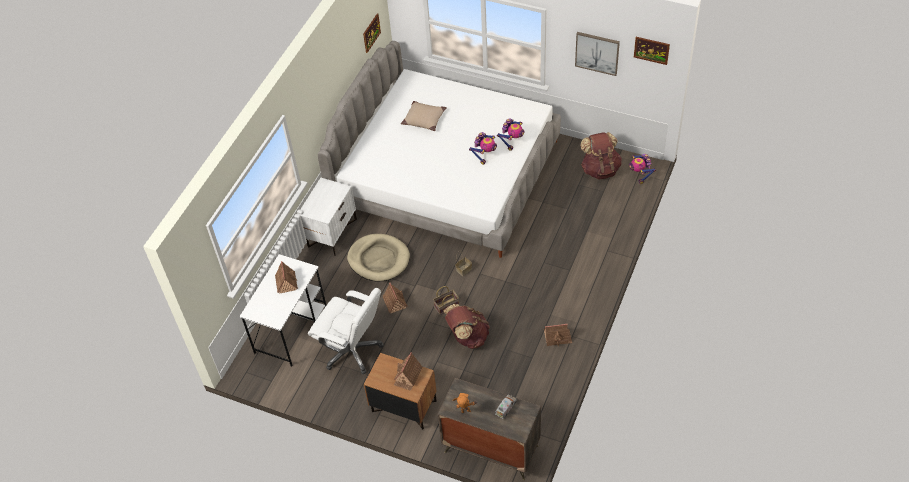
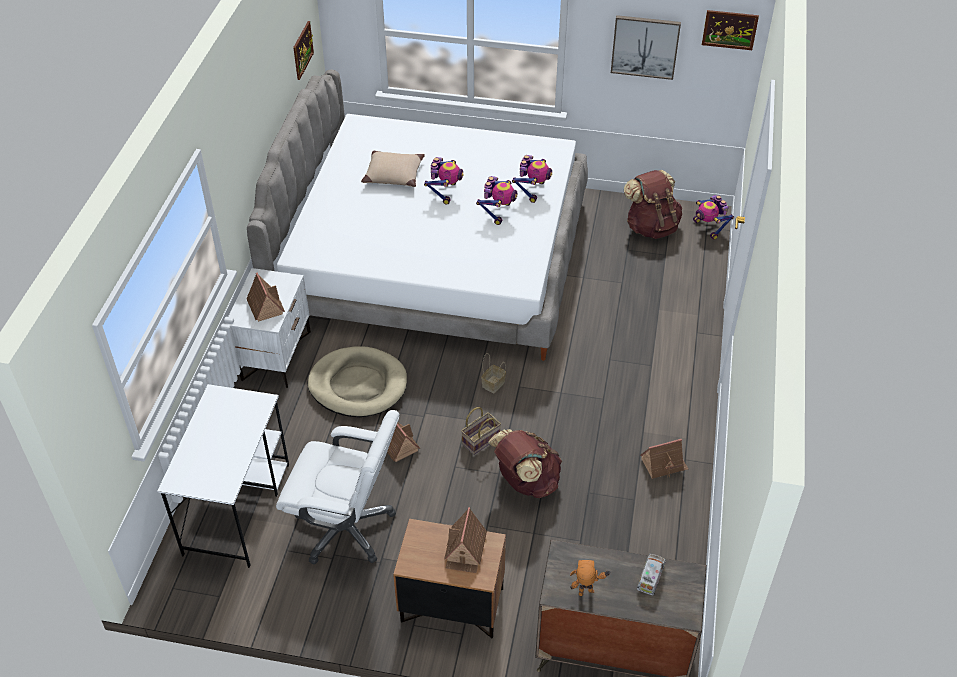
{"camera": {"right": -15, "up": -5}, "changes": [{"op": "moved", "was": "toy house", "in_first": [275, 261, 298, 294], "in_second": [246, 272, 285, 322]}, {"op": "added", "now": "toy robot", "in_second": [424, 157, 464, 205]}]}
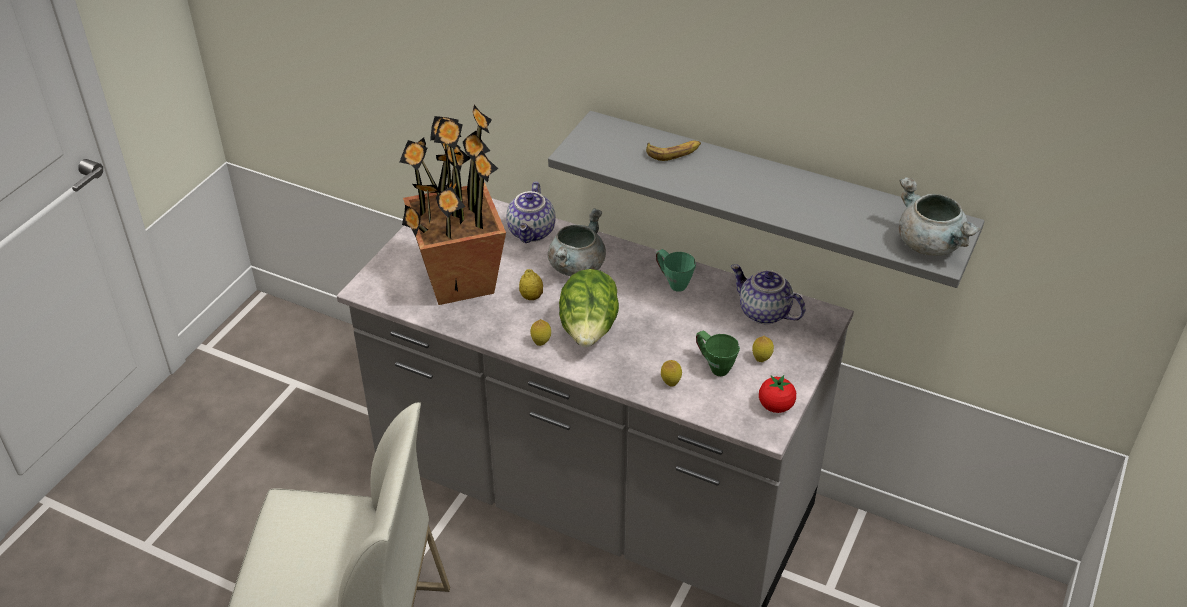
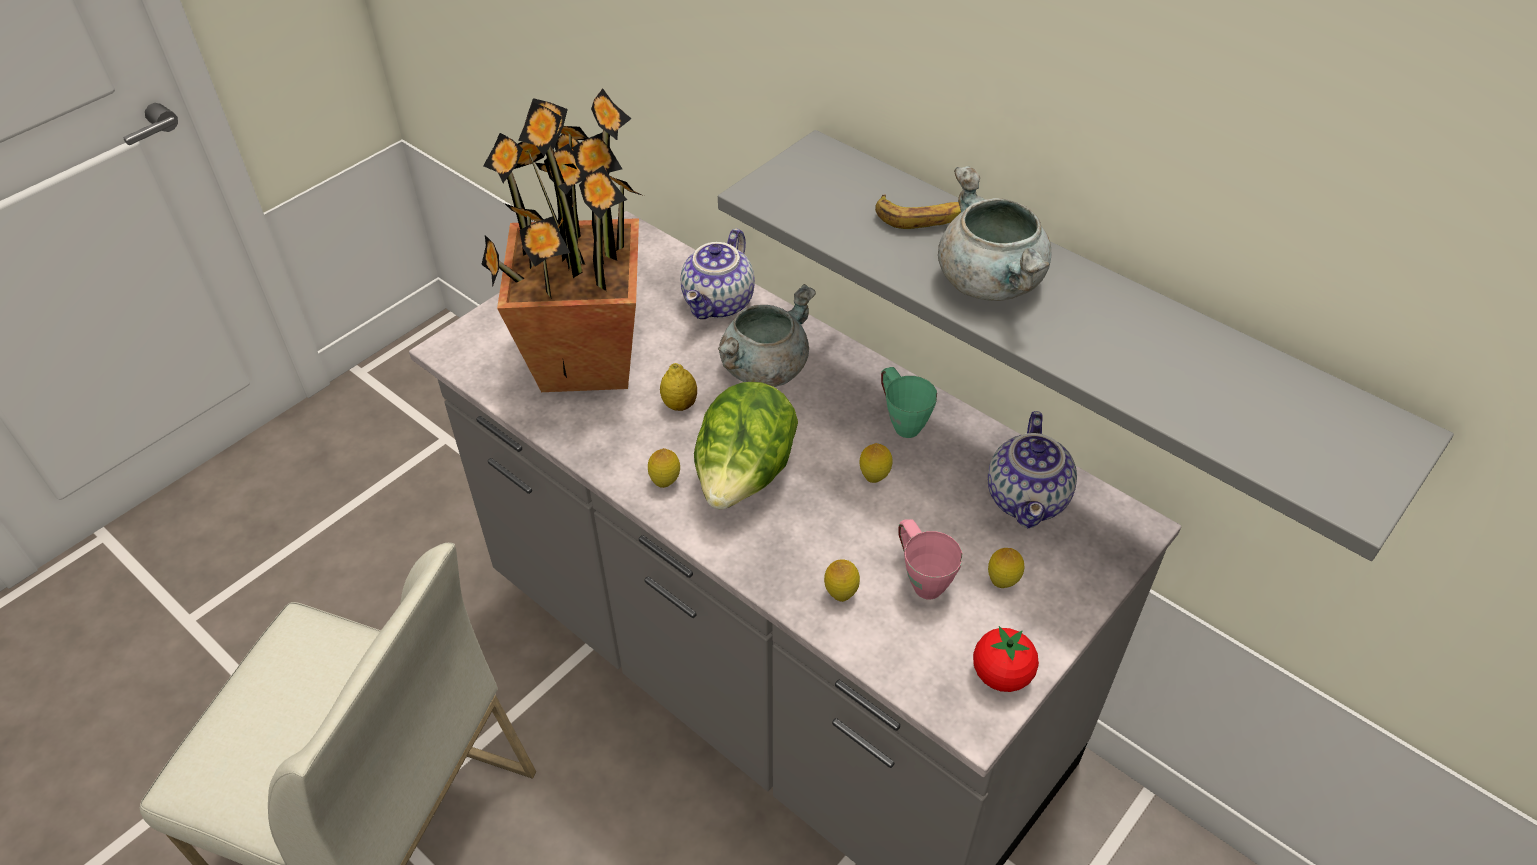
{"camera": {"right": 15, "up": 5}, "changes": [{"op": "recoloured", "was": "green mug", "now": "pink mug", "in_first": [696, 331, 740, 376], "in_second": [899, 519, 962, 599]}, {"op": "turned", "was": "teapot", "in_first": [731, 264, 805, 324], "in_second": [988, 411, 1077, 528], "clockwise": -135}, {"op": "moved", "was": "grey cooking pot", "in_first": [899, 177, 980, 256], "in_second": [938, 166, 1051, 301]}, {"op": "added", "now": "lemon", "in_second": [860, 443, 892, 483]}]}
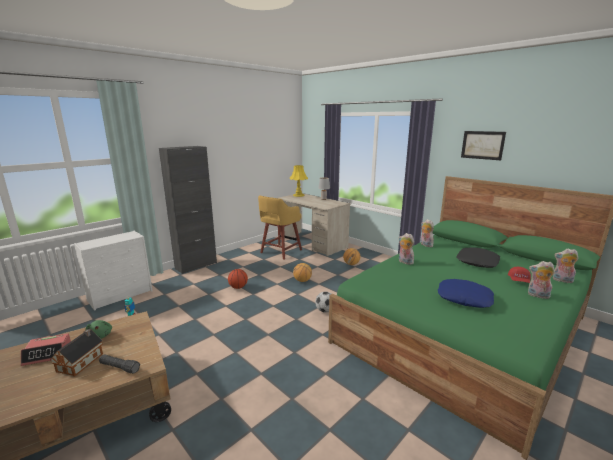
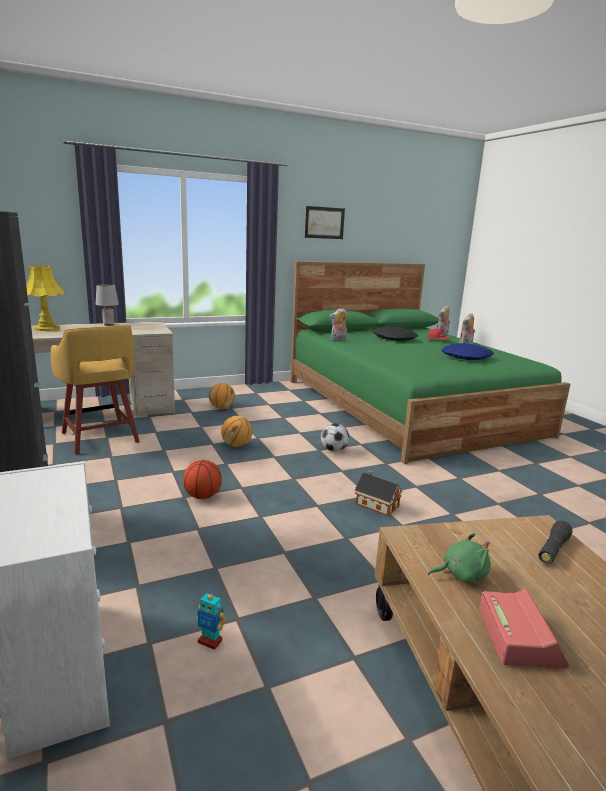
{"camera": {"right": -70, "up": 0}, "changes": [{"op": "moved", "was": "toy house", "in_first": [50, 329, 103, 376], "in_second": [355, 470, 403, 516]}, {"op": "removed", "was": "plush toy", "in_first": [398, 233, 414, 265]}]}
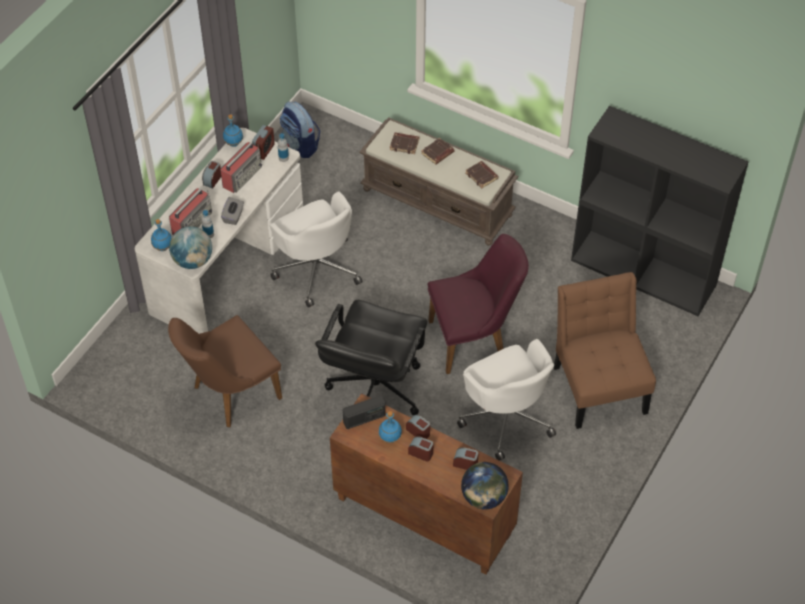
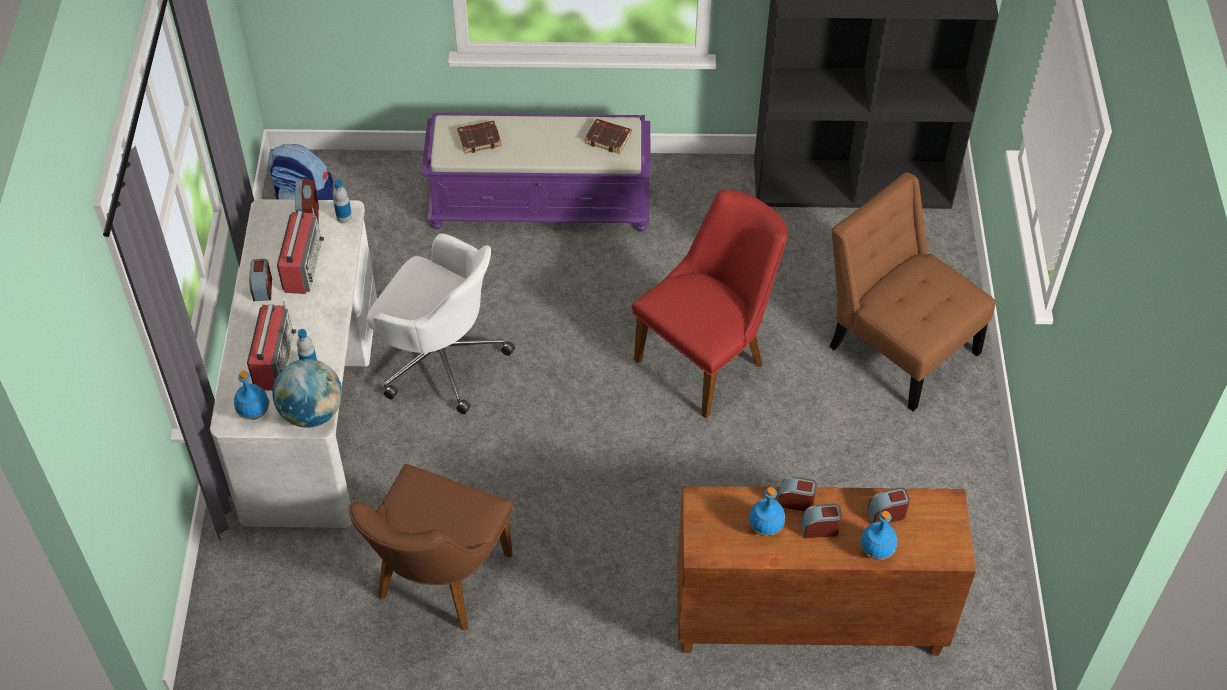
{"camera": {"right": -30, "up": 0}, "changes": [{"op": "removed", "was": "grey tissue box", "in_first": [221, 197, 244, 225]}, {"op": "moved", "was": "blue bottle", "in_first": [223, 115, 243, 147], "in_second": [860, 511, 897, 560]}, {"op": "removed", "was": "black office chair", "in_first": [315, 300, 427, 415]}, {"op": "removed", "was": "radio", "in_first": [343, 396, 385, 429]}, {"op": "recoloured", "was": "brown bench", "now": "purple bench", "in_first": [359, 117, 519, 246], "in_second": [421, 113, 651, 232]}, {"op": "removed", "was": "brown book", "in_first": [421, 138, 454, 165]}, {"op": "recoloured", "was": "purple chair", "now": "red chair", "in_first": [428, 234, 529, 374], "in_second": [632, 189, 788, 418]}, {"op": "removed", "was": "white office chair", "in_first": [457, 339, 556, 461]}, {"op": "removed", "was": "globe", "in_first": [461, 462, 509, 509]}]}
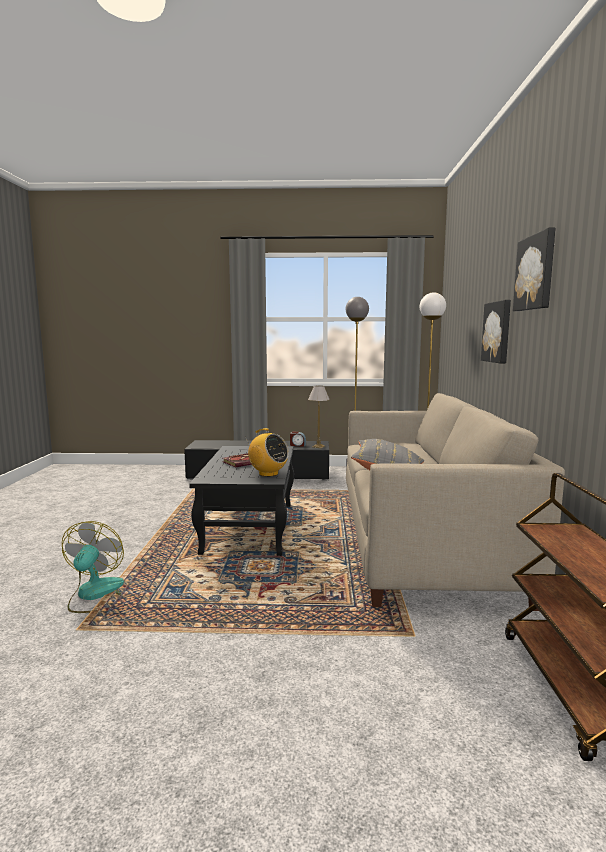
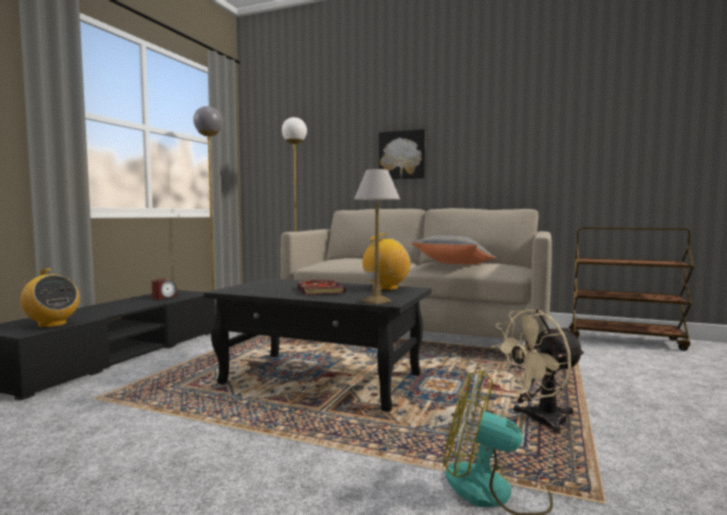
{"camera": {"right": -70, "up": -5}, "changes": [{"op": "moved", "was": "table lamp", "in_first": [308, 386, 330, 448], "in_second": [354, 169, 400, 304]}, {"op": "removed", "was": "picture", "in_first": [513, 228, 555, 311]}, {"op": "added", "now": "radio", "in_second": [20, 268, 80, 328]}, {"op": "added", "now": "beige fan", "in_second": [491, 309, 585, 434]}]}
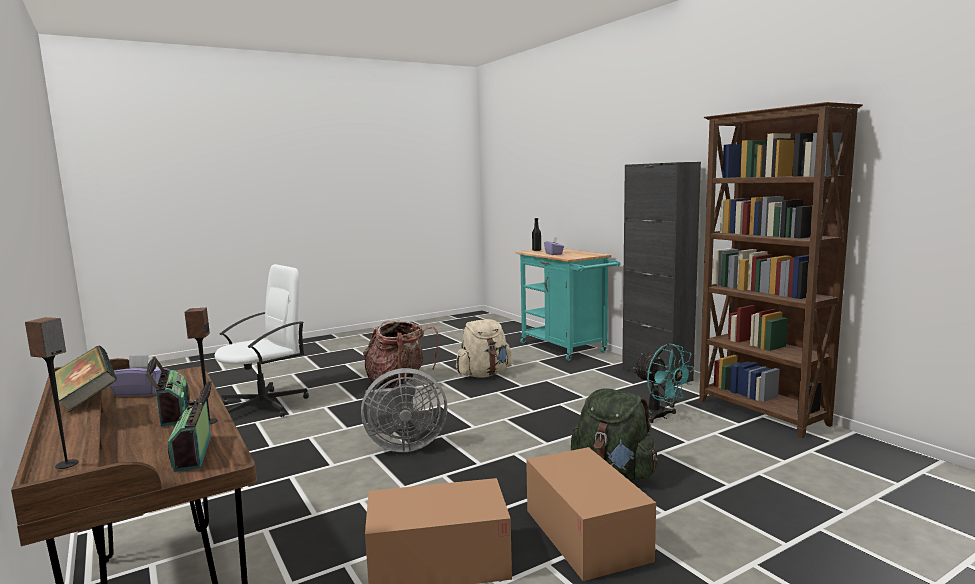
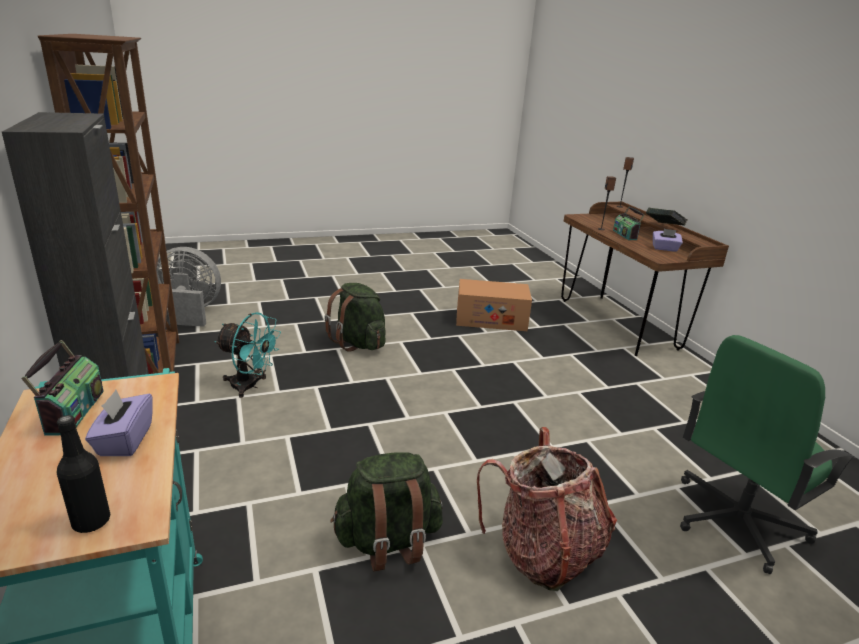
{"camera": {"right": -170, "up": 15}, "changes": [{"op": "moved", "was": "radio", "in_first": [168, 380, 212, 472], "in_second": [22, 340, 104, 435]}, {"op": "recoloured", "was": "white office chair", "now": "green office chair", "in_first": [215, 264, 309, 418], "in_second": [680, 335, 856, 574]}, {"op": "moved", "was": "grey fan", "in_first": [361, 368, 447, 452], "in_second": [156, 247, 221, 327]}, {"op": "recoloured", "was": "beige backpack", "now": "green backpack", "in_first": [456, 319, 512, 378], "in_second": [330, 452, 443, 571]}, {"op": "removed", "was": "cardboard box", "in_first": [526, 447, 656, 581]}, {"op": "turned", "was": "turquoise fan", "in_first": [633, 343, 694, 423], "in_second": [215, 312, 281, 398], "clockwise": 135}]}
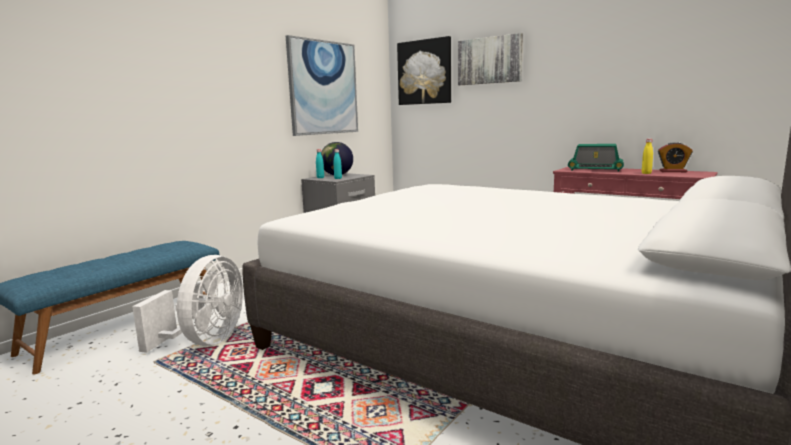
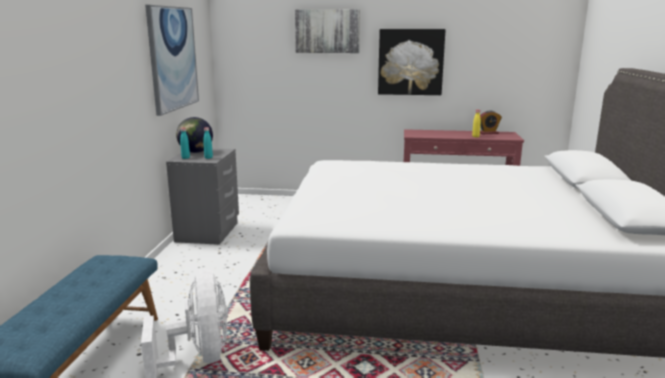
{"camera": {"right": -30, "up": 5}, "changes": [{"op": "moved", "was": "picture", "in_first": [397, 36, 451, 105], "in_second": [378, 29, 445, 95]}, {"op": "removed", "was": "radio", "in_first": [568, 144, 624, 172]}]}
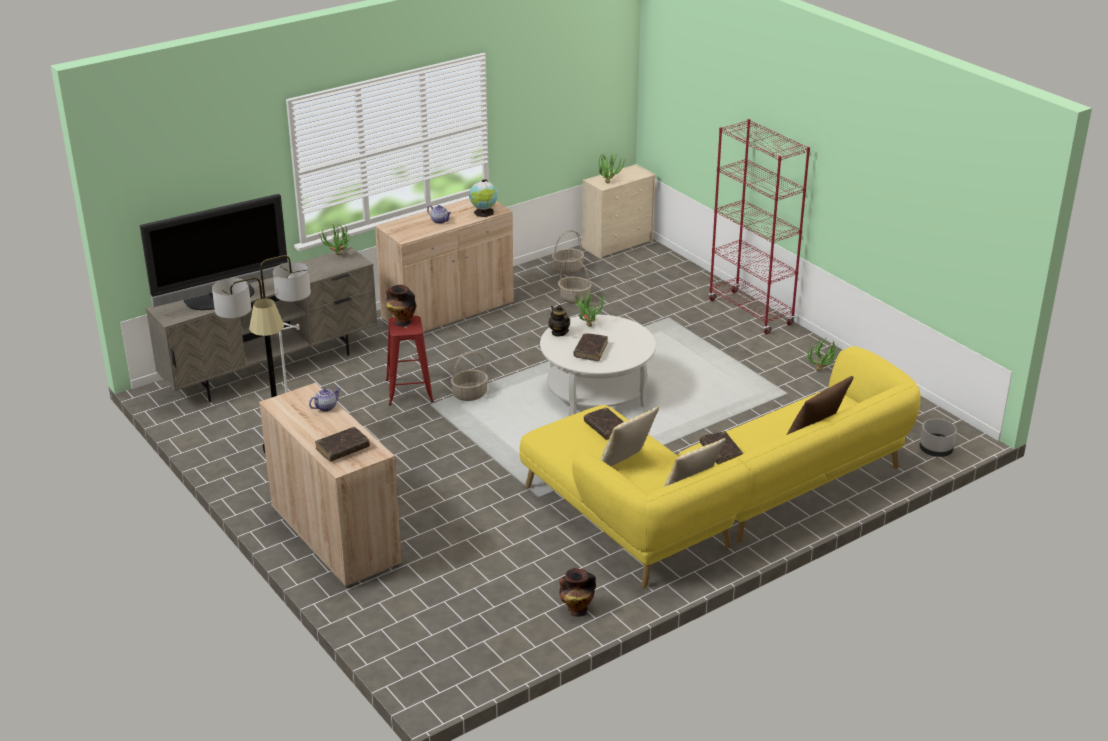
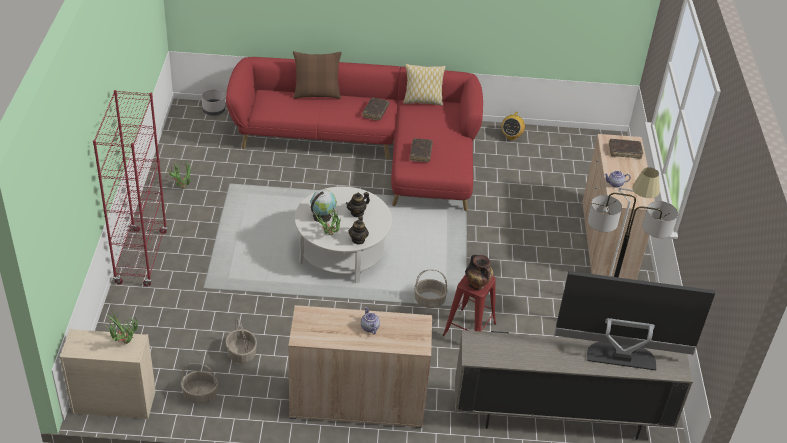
{"camera": {"right": -145, "up": 10}, "changes": [{"op": "removed", "was": "potted plant", "in_first": [319, 224, 350, 255]}, {"op": "moved", "was": "globe", "in_first": [469, 179, 498, 217], "in_second": [310, 190, 337, 222]}, {"op": "recoloured", "was": "yellow sofa", "now": "red sofa", "in_first": [519, 346, 921, 588], "in_second": [226, 57, 483, 211]}, {"op": "replaced", "was": "vase", "now": "radio", "in_first": [559, 568, 596, 617], "in_second": [501, 112, 525, 140]}, {"op": "replaced", "was": "brown book", "now": "teapot", "in_first": [574, 333, 608, 361], "in_second": [346, 192, 370, 217]}, {"op": "removed", "was": "pillow", "in_first": [600, 407, 659, 466]}]}
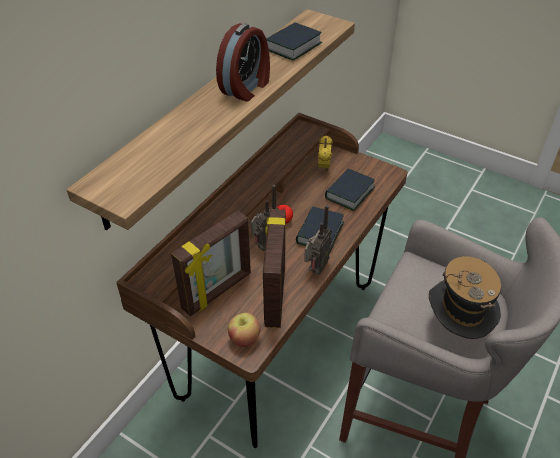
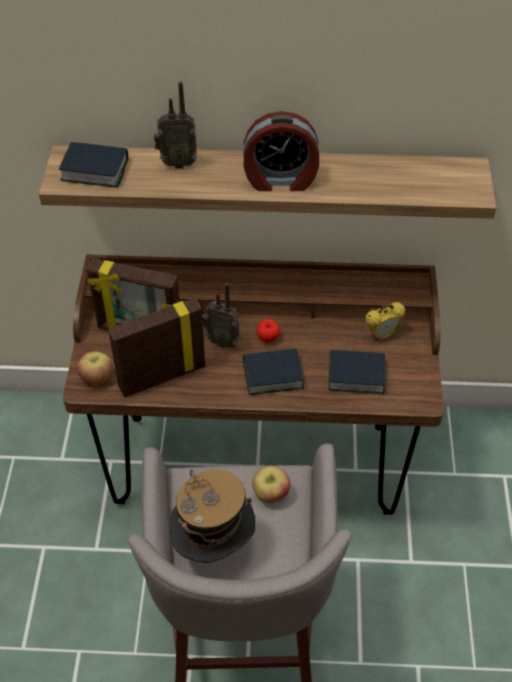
{"camera": {"right": 60, "up": 5}, "changes": [{"op": "moved", "was": "book", "in_first": [266, 22, 322, 60], "in_second": [59, 142, 128, 188]}, {"op": "moved", "was": "radio", "in_first": [304, 205, 332, 275], "in_second": [154, 81, 197, 168]}, {"op": "added", "now": "apple", "in_second": [252, 466, 290, 503]}]}
